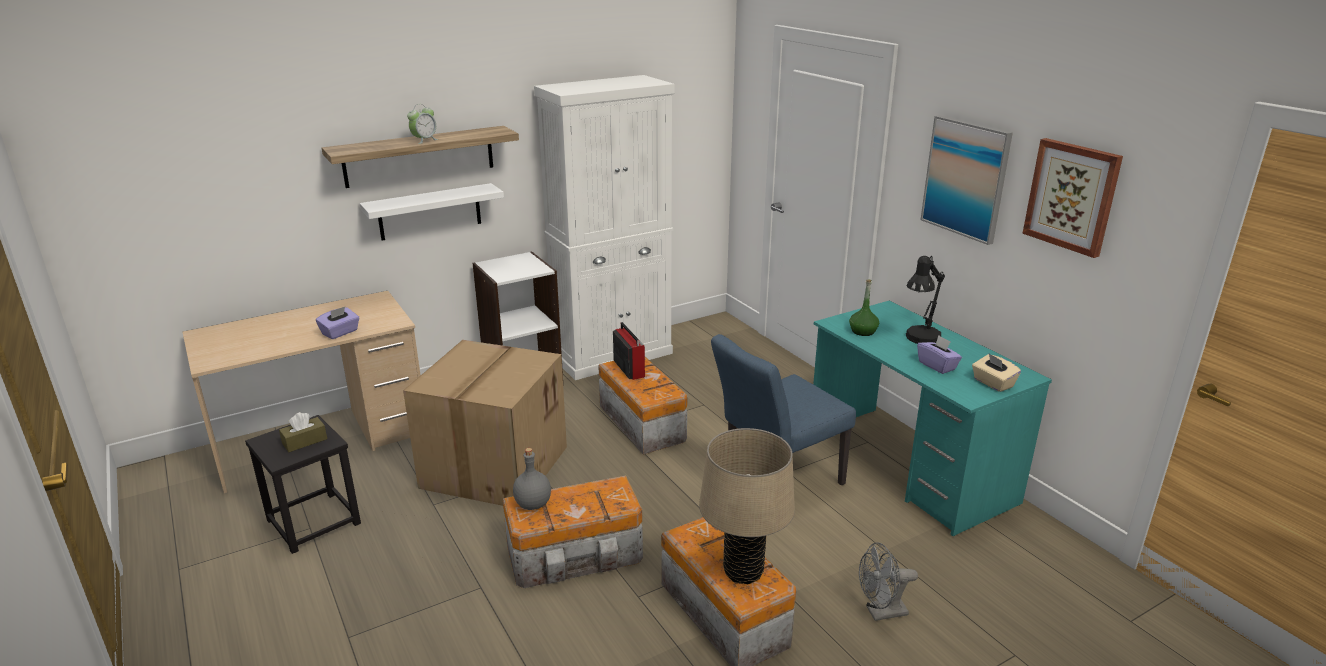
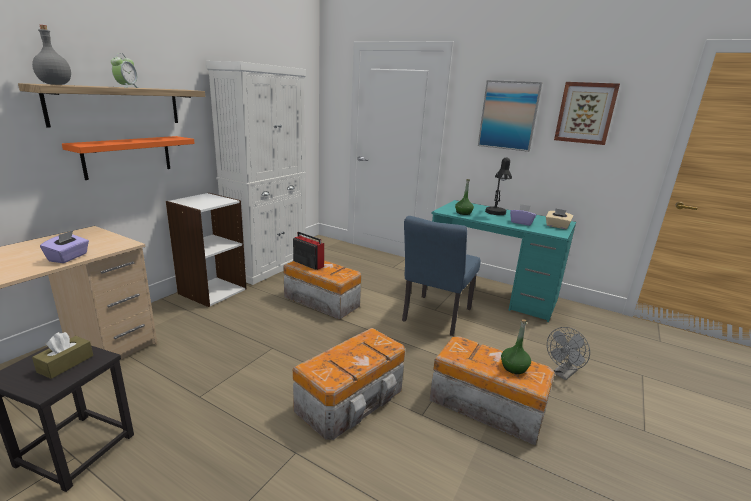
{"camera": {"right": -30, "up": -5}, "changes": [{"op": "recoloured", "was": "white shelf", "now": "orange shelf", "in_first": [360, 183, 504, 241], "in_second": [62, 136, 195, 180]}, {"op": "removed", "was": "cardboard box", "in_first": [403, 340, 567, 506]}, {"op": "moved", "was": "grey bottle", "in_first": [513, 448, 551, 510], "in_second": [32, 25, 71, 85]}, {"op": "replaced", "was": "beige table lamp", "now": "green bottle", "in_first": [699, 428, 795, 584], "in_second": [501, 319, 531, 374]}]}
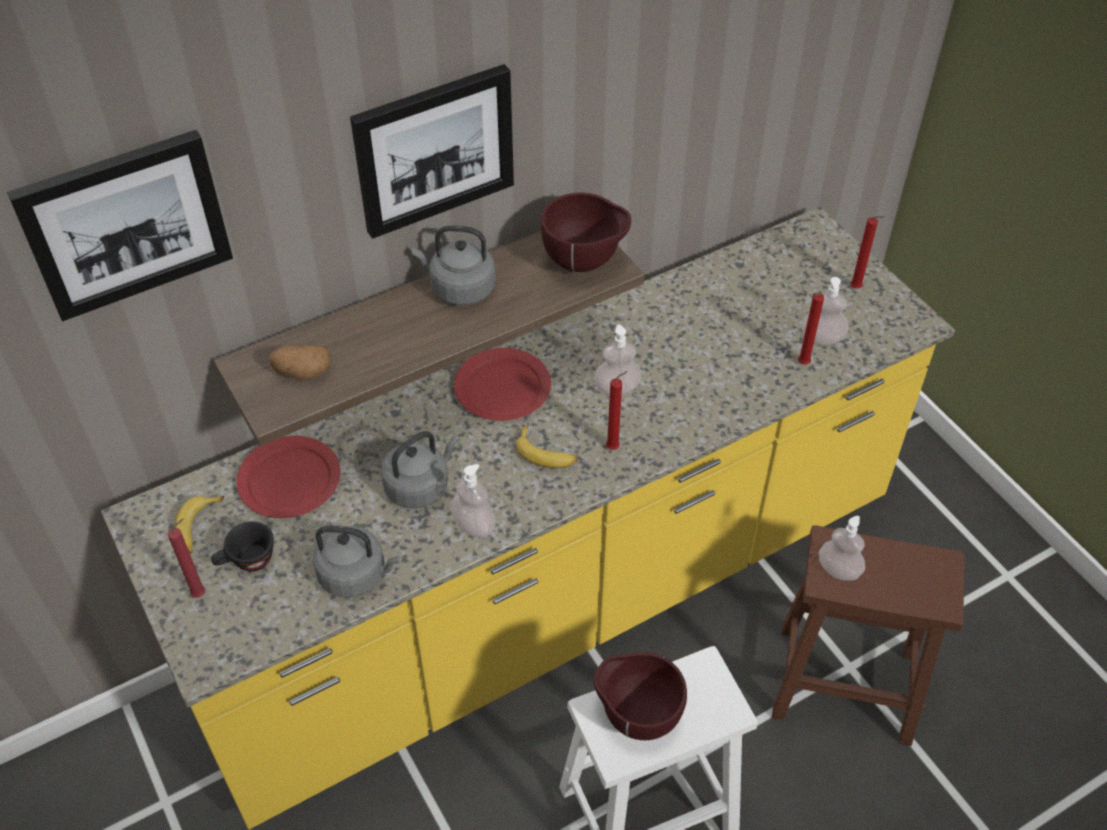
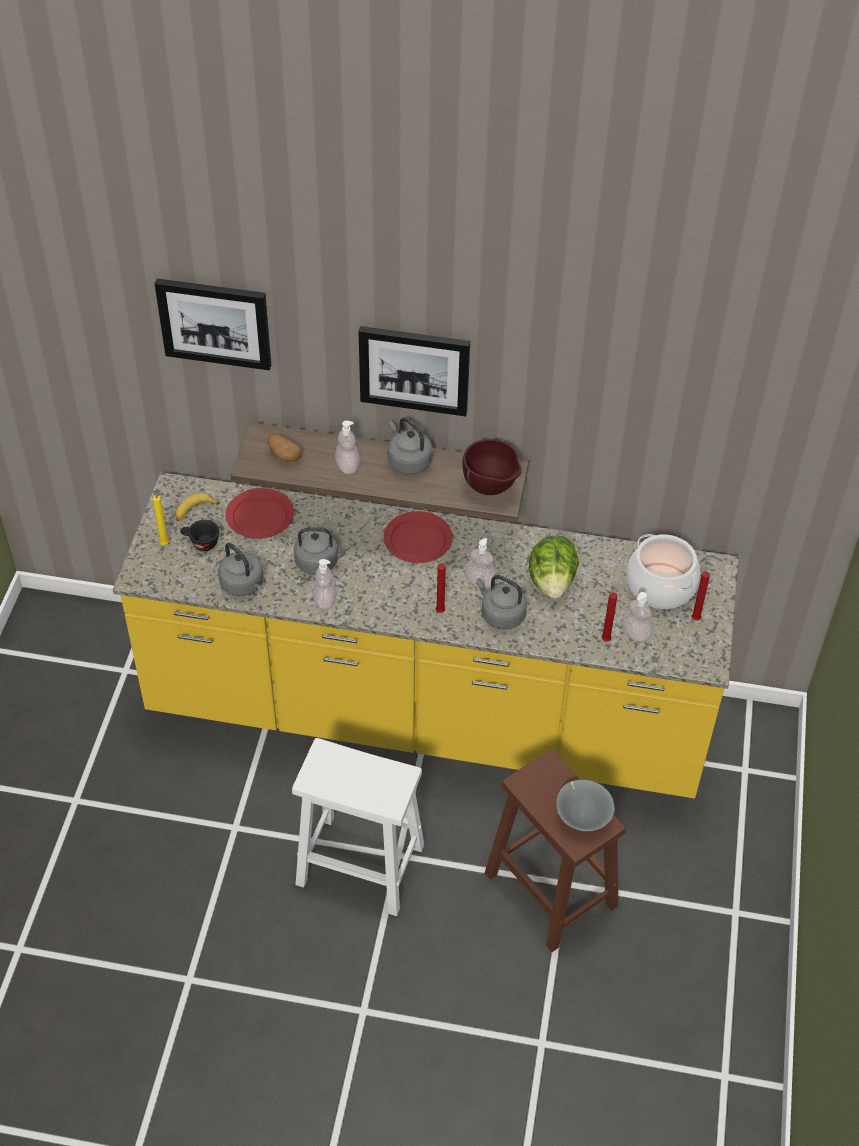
{"camera": {"right": 40, "up": 0}, "changes": [{"op": "recoloured", "was": "red candle", "now": "yellow candle", "in_first": [168, 518, 205, 598], "in_second": [153, 493, 169, 545]}, {"op": "removed", "was": "banana", "in_first": [516, 425, 578, 468]}, {"op": "removed", "was": "brown bowl", "in_first": [594, 652, 687, 740]}, {"op": "moved", "was": "soap dispenser", "in_first": [819, 516, 865, 581], "in_second": [335, 421, 360, 474]}, {"op": "added", "now": "grey kettle", "in_second": [476, 575, 527, 630]}, {"op": "added", "now": "lettuce", "in_second": [529, 535, 579, 598]}, {"op": "added", "now": "grey bowl", "in_second": [556, 780, 615, 831]}, {"op": "added", "now": "cooking pot", "in_second": [626, 534, 701, 609]}]}
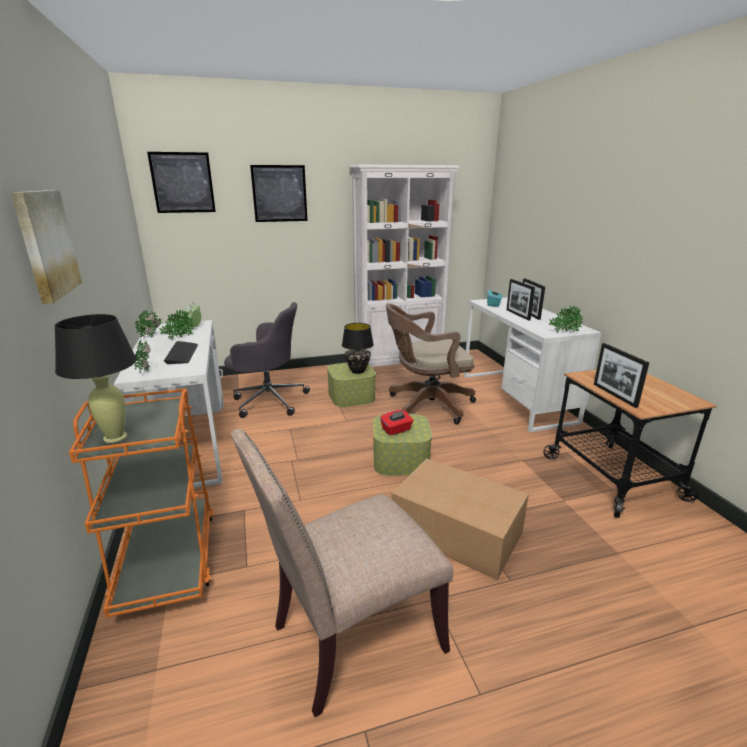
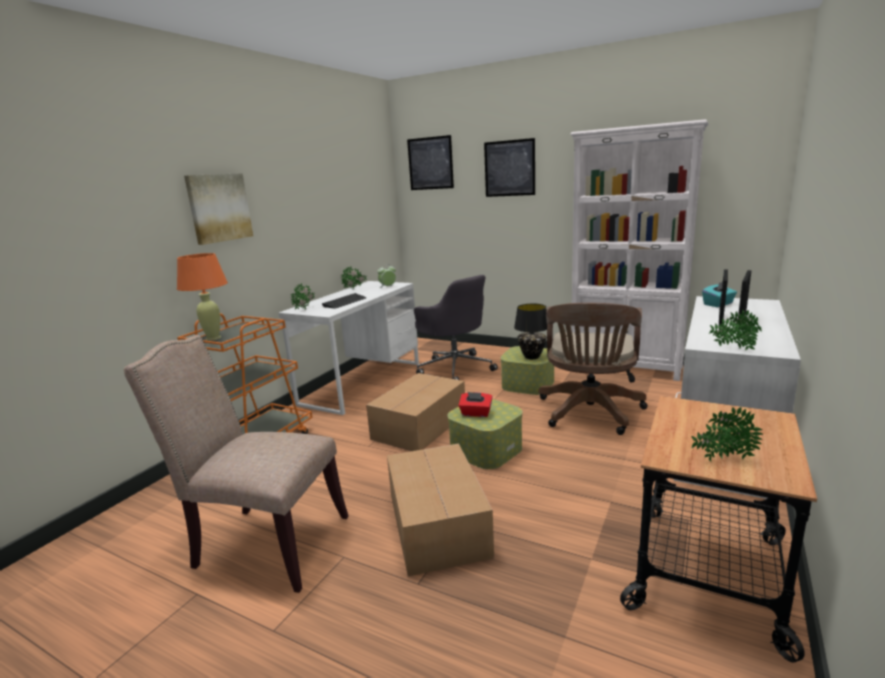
{"camera": {"right": 45, "up": -5}, "changes": [{"op": "recoloured", "was": "black table lamp", "now": "orange table lamp", "in_first": [54, 314, 136, 443], "in_second": [177, 253, 228, 341]}, {"op": "moved", "was": "potted plant", "in_first": [159, 309, 194, 340], "in_second": [692, 407, 763, 462]}, {"op": "turned", "was": "brown office chair", "in_first": [386, 304, 476, 424], "in_second": [538, 303, 648, 435], "clockwise": -105}, {"op": "removed", "was": "picture frame", "in_first": [594, 343, 649, 408]}, {"op": "added", "now": "cardboard box", "in_second": [366, 373, 465, 451]}]}
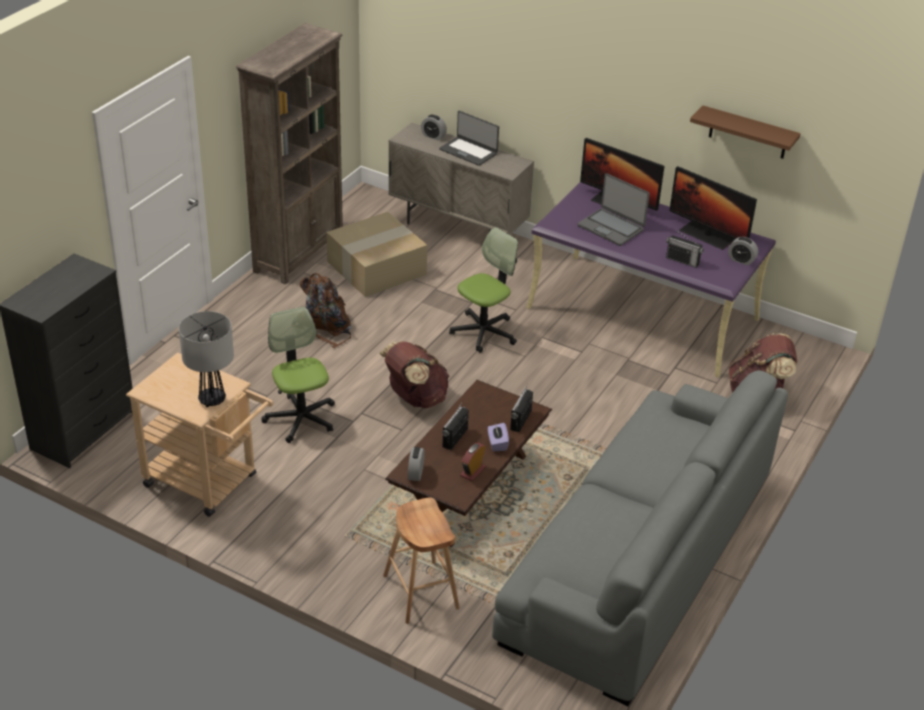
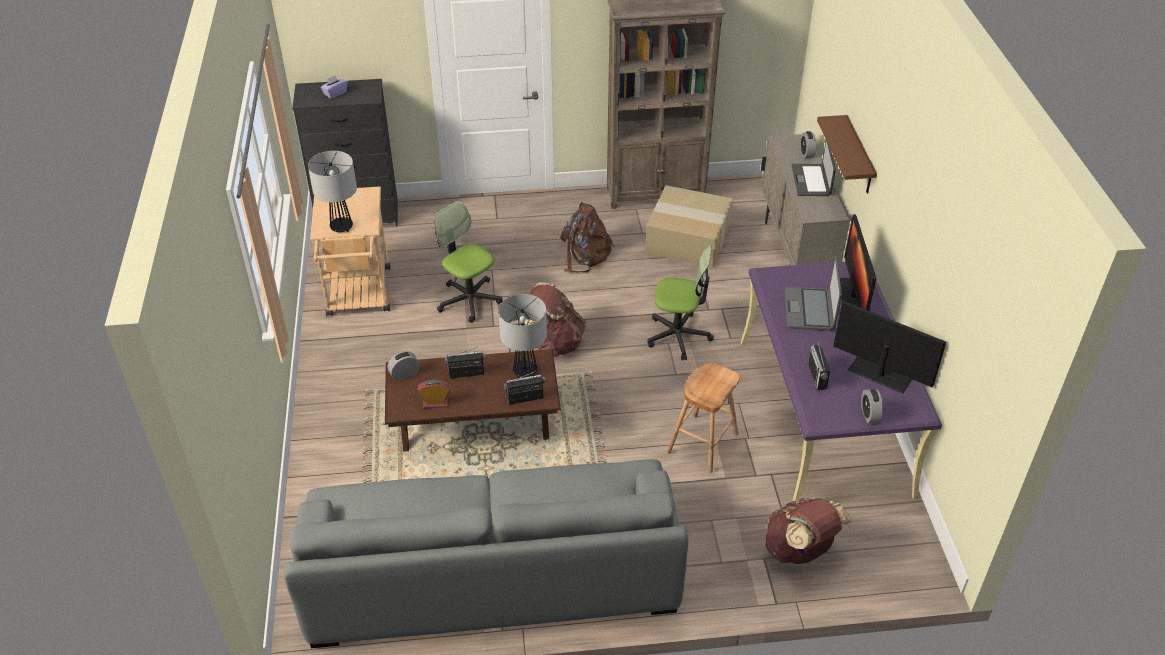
{"camera": {"right": 55, "up": 5}, "changes": [{"op": "turned", "was": "office chair", "in_first": [262, 307, 335, 443], "in_second": [434, 201, 503, 323], "clockwise": -75}, {"op": "moved", "was": "brown stool", "in_first": [383, 498, 460, 624], "in_second": [667, 363, 740, 473]}, {"op": "moved", "was": "purple tissue box", "in_first": [488, 423, 509, 451], "in_second": [321, 75, 347, 99]}, {"op": "turned", "was": "monitor", "in_first": [669, 166, 757, 250], "in_second": [833, 301, 946, 394], "clockwise": 120}, {"op": "moved", "was": "brown shelf", "in_first": [690, 105, 801, 159], "in_second": [817, 115, 877, 193]}, {"op": "added", "now": "table lamp", "in_second": [498, 294, 547, 378]}]}
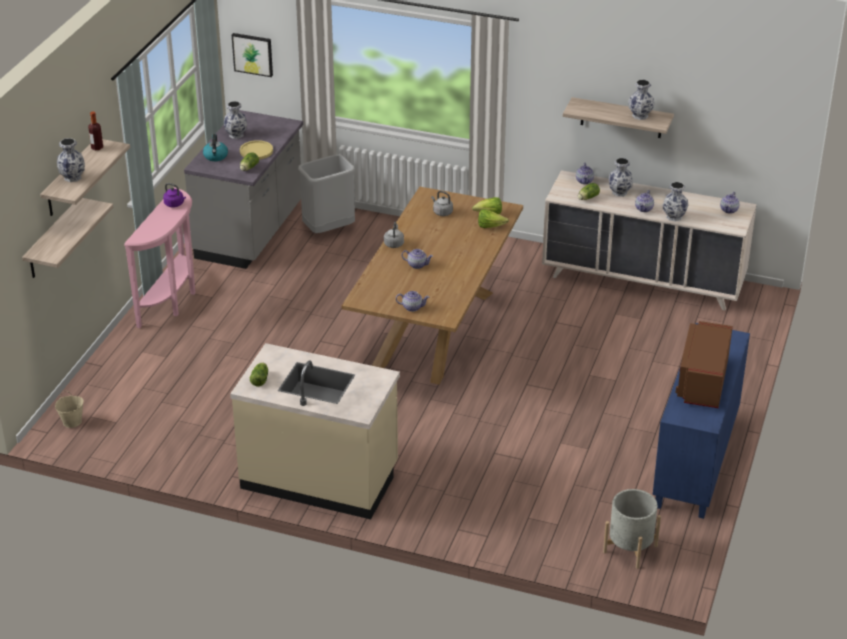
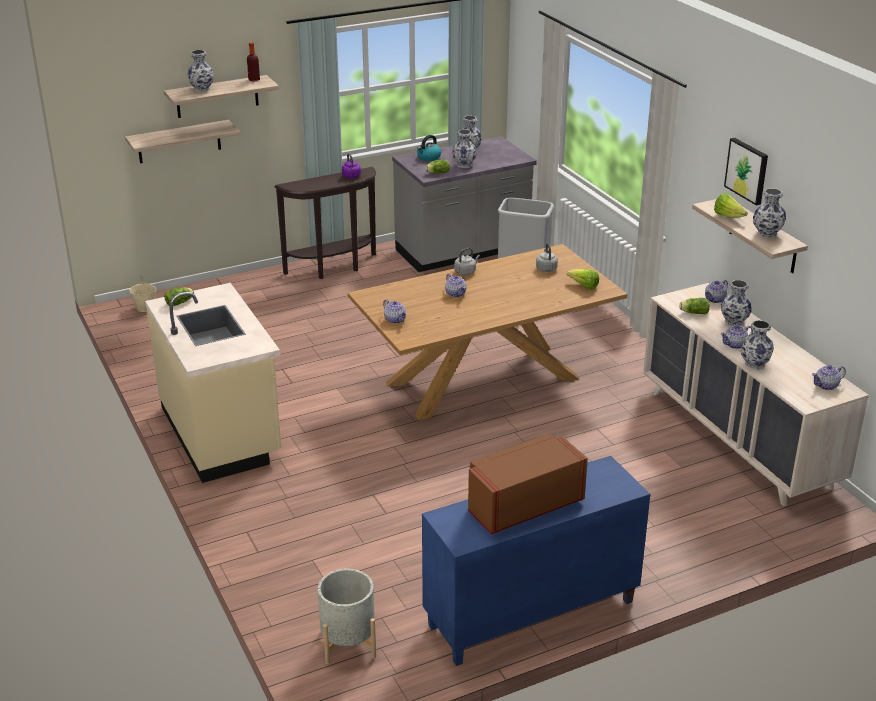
{"camera": {"right": 45, "up": -5}, "changes": [{"op": "recoloured", "was": "pink console table", "now": "brown console table", "in_first": [124, 187, 196, 328], "in_second": [275, 167, 376, 279]}, {"op": "moved", "was": "picture", "in_first": [232, 33, 273, 77], "in_second": [724, 138, 768, 206]}, {"op": "replaced", "was": "yellow plate", "now": "vase", "in_first": [240, 140, 273, 160], "in_second": [452, 130, 477, 168]}, {"op": "moved", "was": "lettuce", "in_first": [478, 209, 509, 228], "in_second": [714, 193, 748, 218]}]}
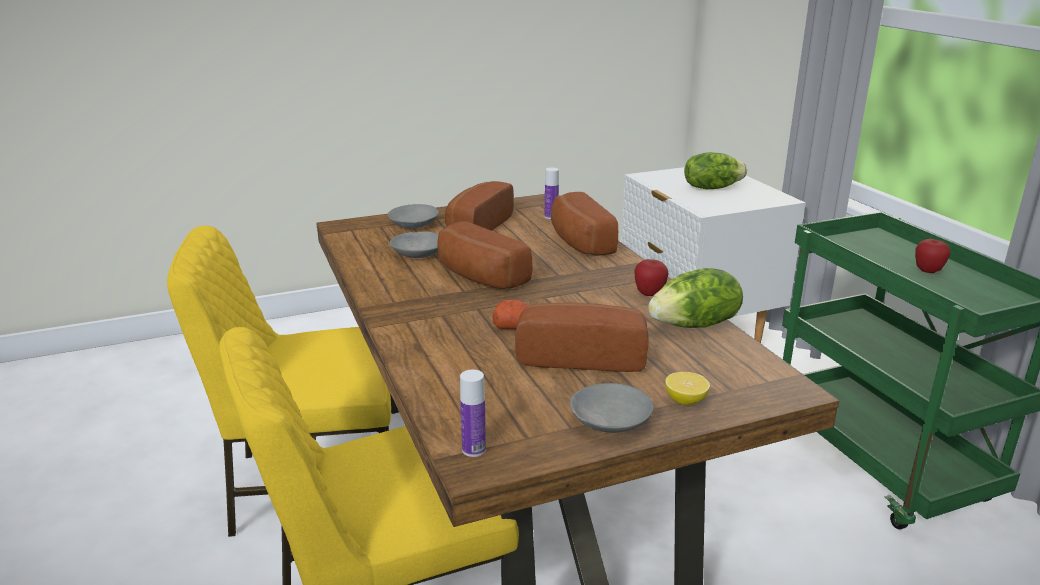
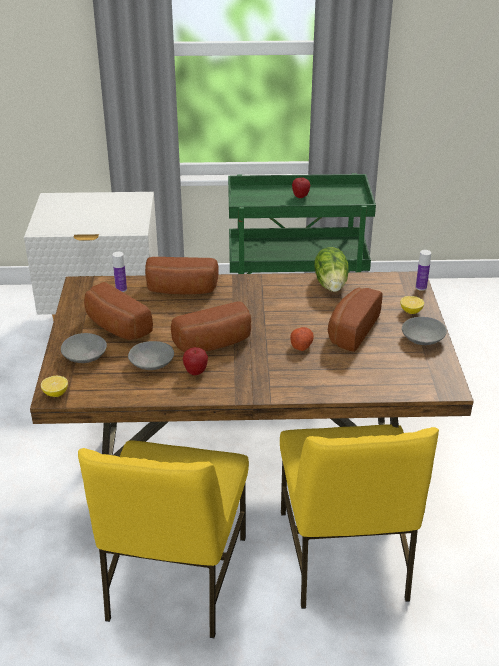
{"camera": {"right": -70, "up": 10}, "changes": [{"op": "moved", "was": "bottle", "in_first": [460, 370, 486, 457], "in_second": [416, 250, 431, 291]}, {"op": "moved", "was": "apple", "in_first": [634, 259, 668, 296], "in_second": [183, 347, 208, 375]}, {"op": "removed", "was": "lettuce", "in_first": [684, 152, 747, 189]}, {"op": "added", "now": "lemon", "in_second": [41, 376, 68, 397]}]}
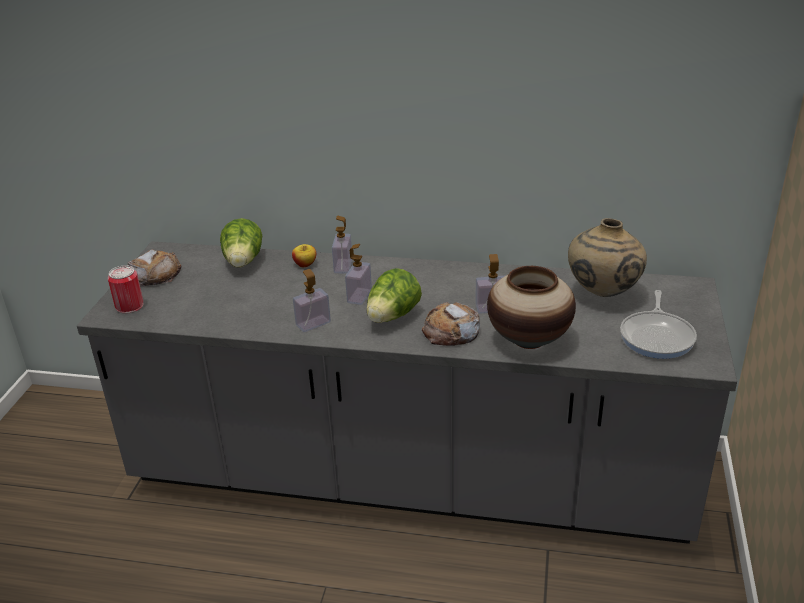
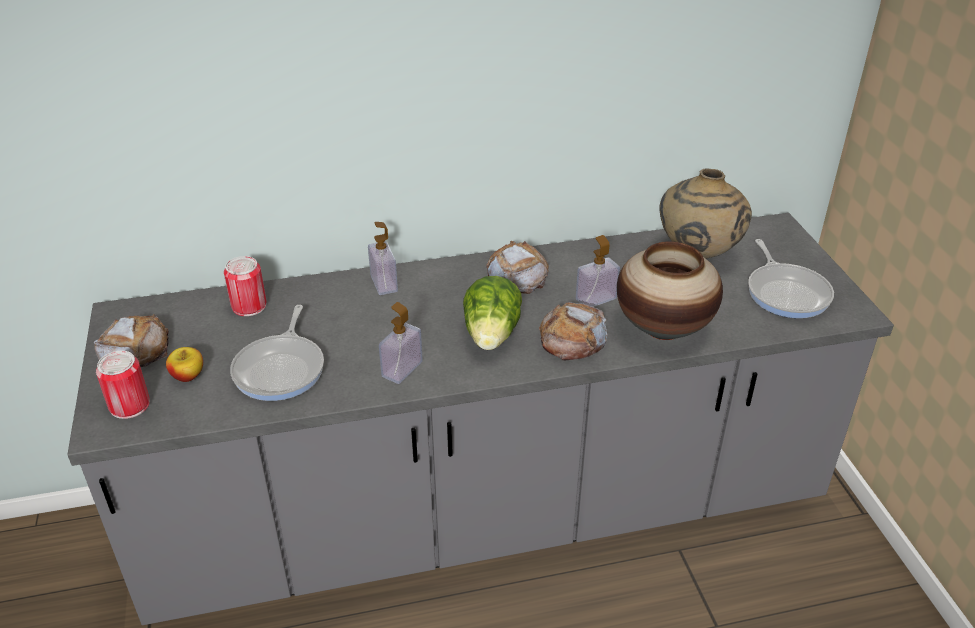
{"camera": {"right": -25, "up": 5}, "changes": [{"op": "replaced", "was": "lettuce", "now": "can", "in_first": [220, 218, 262, 268], "in_second": [224, 256, 267, 316]}, {"op": "moved", "was": "apple", "in_first": [292, 244, 316, 267], "in_second": [166, 347, 203, 382]}, {"op": "removed", "was": "soap dispenser", "in_first": [345, 244, 372, 305]}, {"op": "added", "now": "frying pan", "in_second": [230, 305, 324, 401]}, {"op": "added", "now": "bread", "in_second": [486, 241, 549, 294]}]}
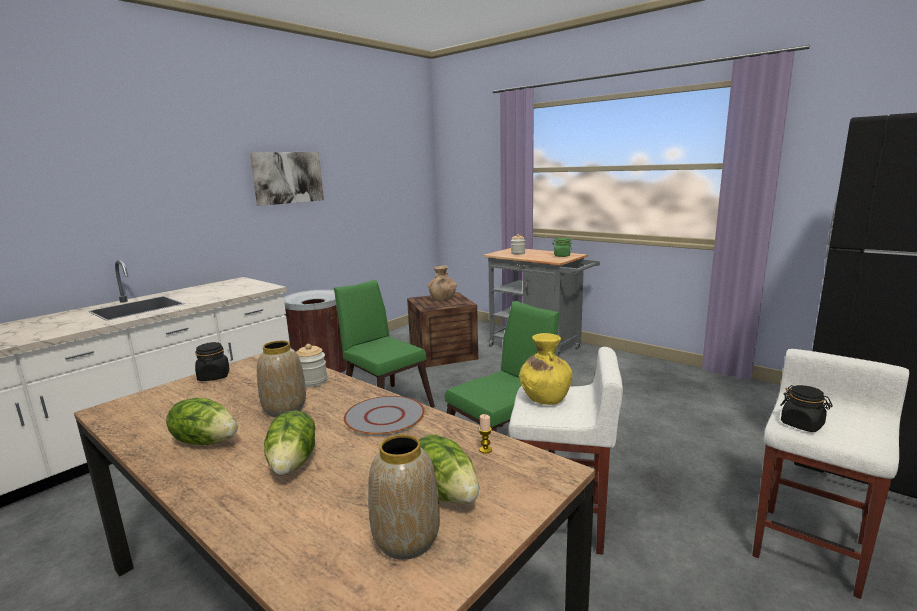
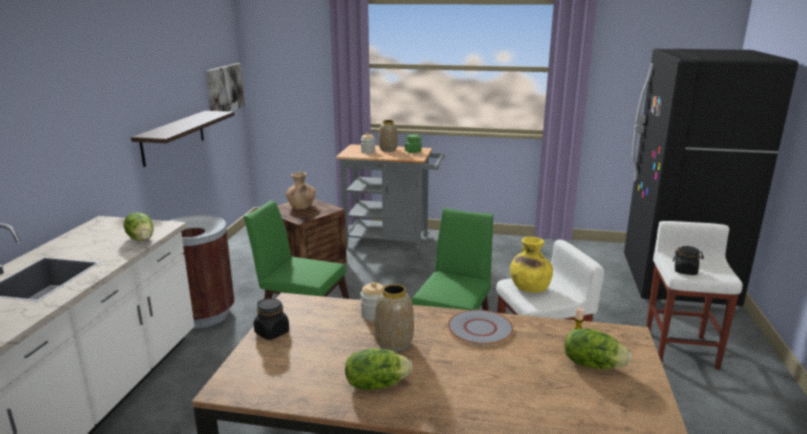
{"camera": {"right": -30, "up": 5}, "changes": [{"op": "moved", "was": "picture", "in_first": [250, 152, 324, 206], "in_second": [206, 63, 245, 112]}, {"op": "moved", "was": "lettuce", "in_first": [264, 410, 315, 475], "in_second": [124, 212, 154, 241]}, {"op": "moved", "was": "vase", "in_first": [368, 434, 440, 560], "in_second": [379, 120, 398, 152]}, {"op": "added", "now": "shelf", "in_second": [131, 111, 234, 167]}]}
